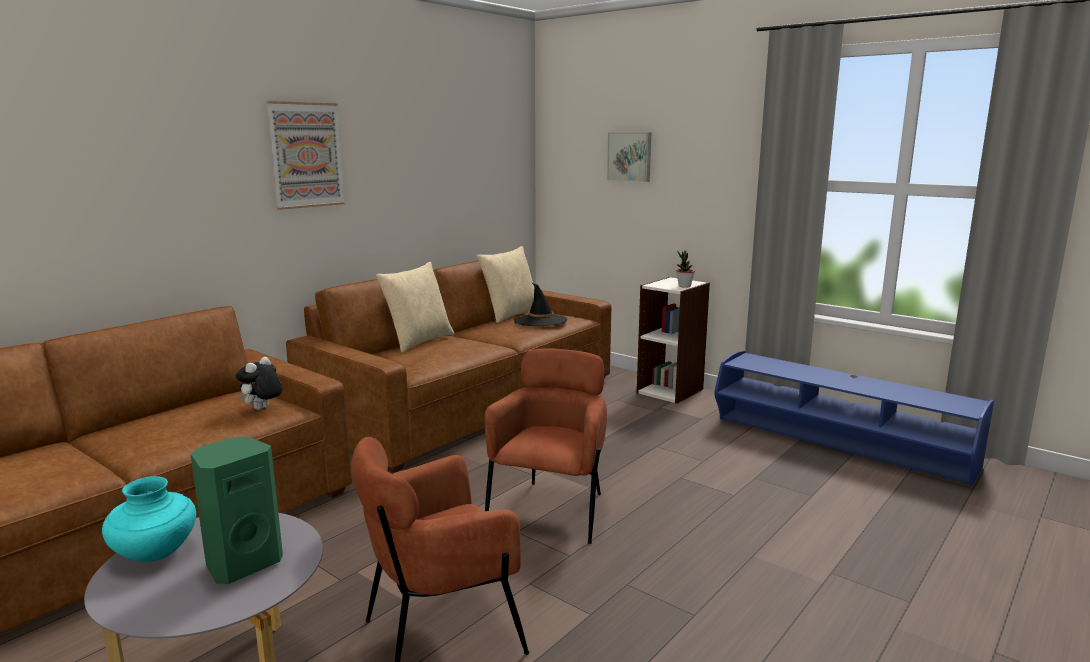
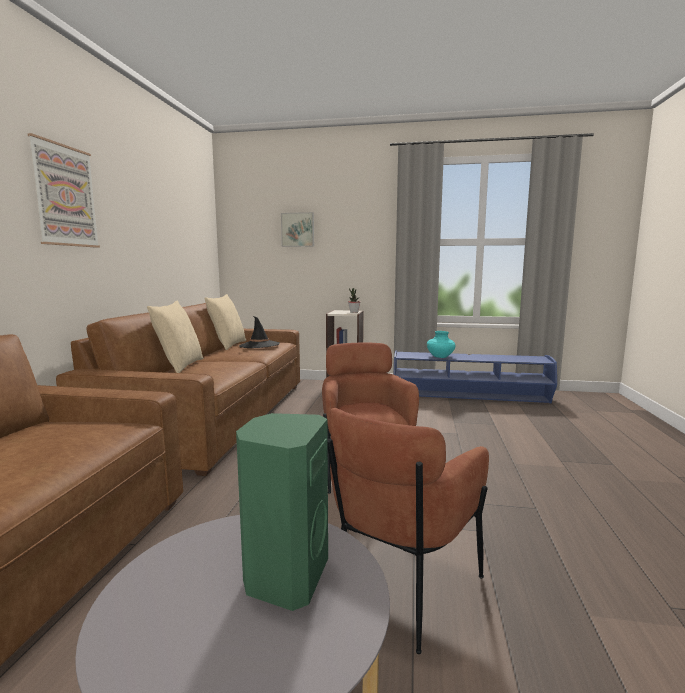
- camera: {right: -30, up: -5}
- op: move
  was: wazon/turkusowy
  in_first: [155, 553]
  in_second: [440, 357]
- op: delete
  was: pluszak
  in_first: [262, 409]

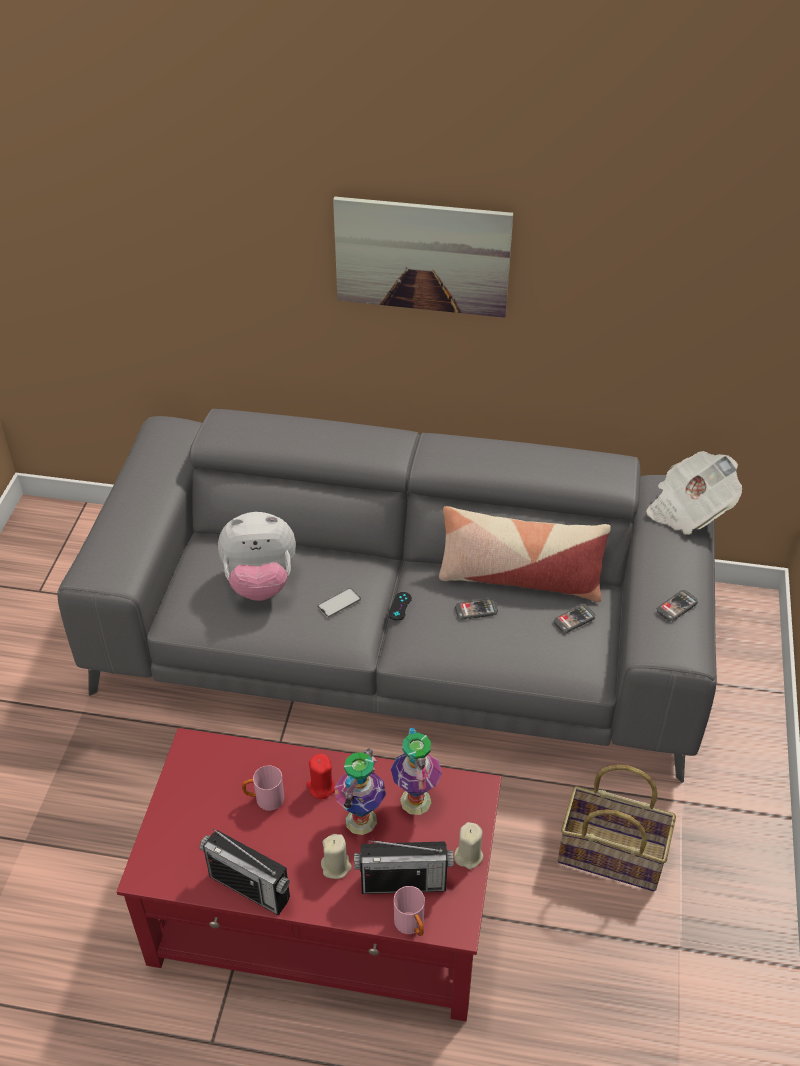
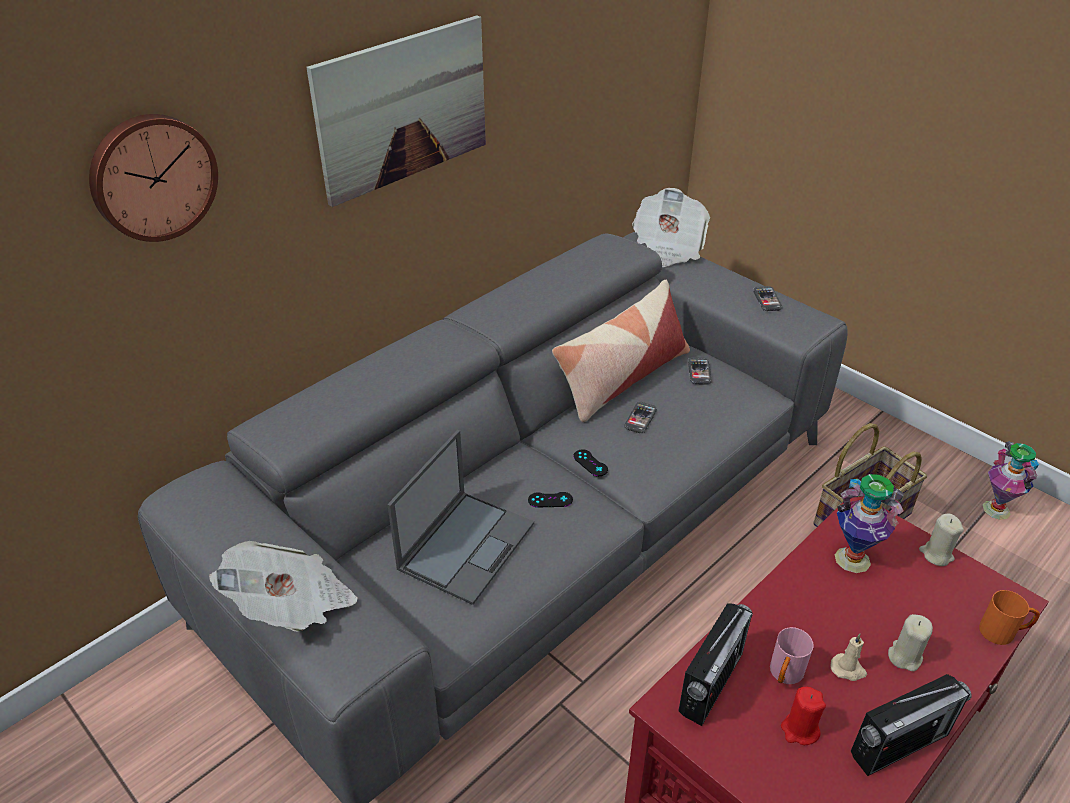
- camera: {right: -55, up: -5}
- op: insert
  now: zegar ścienny
  in_second: [152, 176]
- op: insert
  now: gazeta
  in_second: [292, 606]
- op: replace
  was: pluszak
  now: laptop
  in_first: [260, 583]
  in_second: [467, 545]
- op: replace
  was: telefon
  now: pad do gier/czarny
  in_first: [339, 603]
  in_second: [550, 500]
- op: move
  was: radio
  in_first: [403, 883]
  in_second: [711, 683]
- op: move
  was: świeca/czerwony
  in_first: [321, 787]
  in_second: [799, 730]
- op: insert
  now: świeca/beżowy
  in_second: [848, 669]
- op: recolor
  was: kubek/różowy
  now: kubek/pomarańczowy
  in_first: [412, 926]
  in_second: [1003, 632]
- op: move
  was: wazon
  in_first: [361, 821]
  in_second: [997, 509]

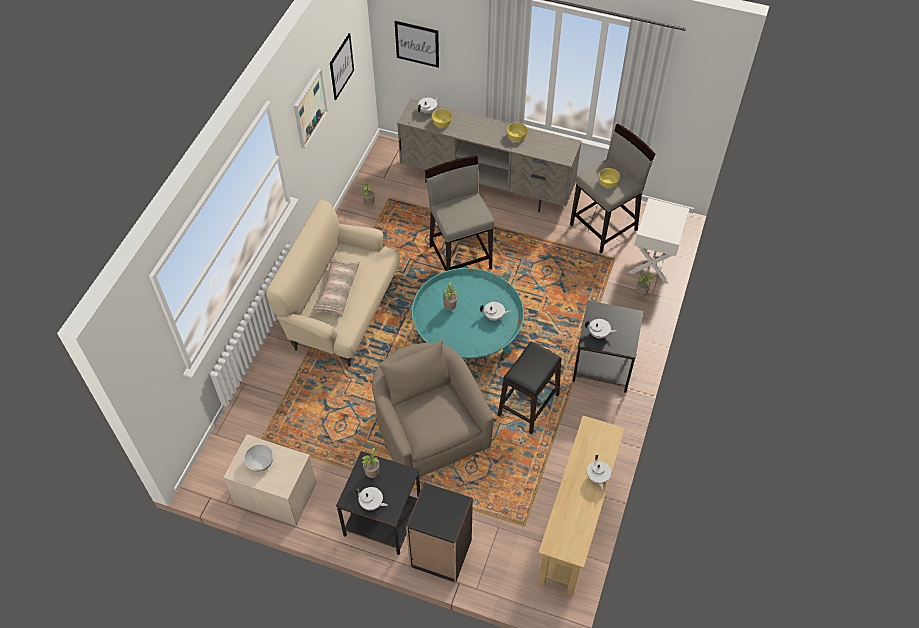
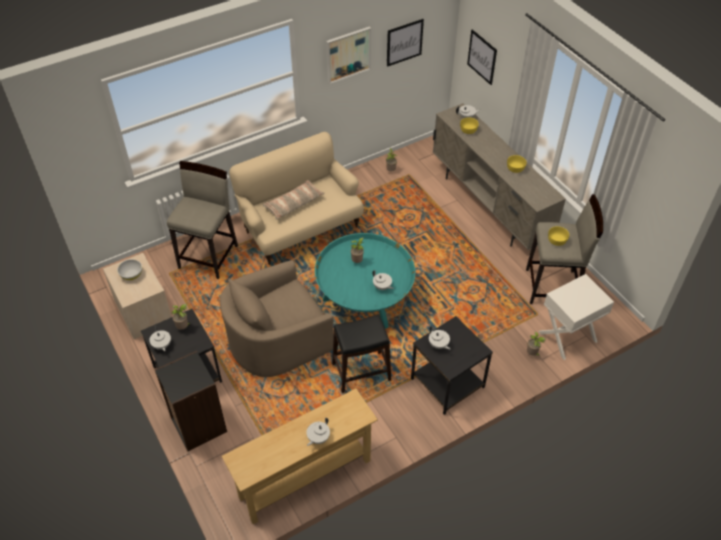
- camera: {right: 40, up: -5}
- op: move
  was: stołek/beżowy
  in_first: [460, 256]
  in_second: [209, 257]
- op: rotate
  was: fotel/beżowy
  in_first: [429, 429]
  in_second: [277, 339]
  clockwise: -135

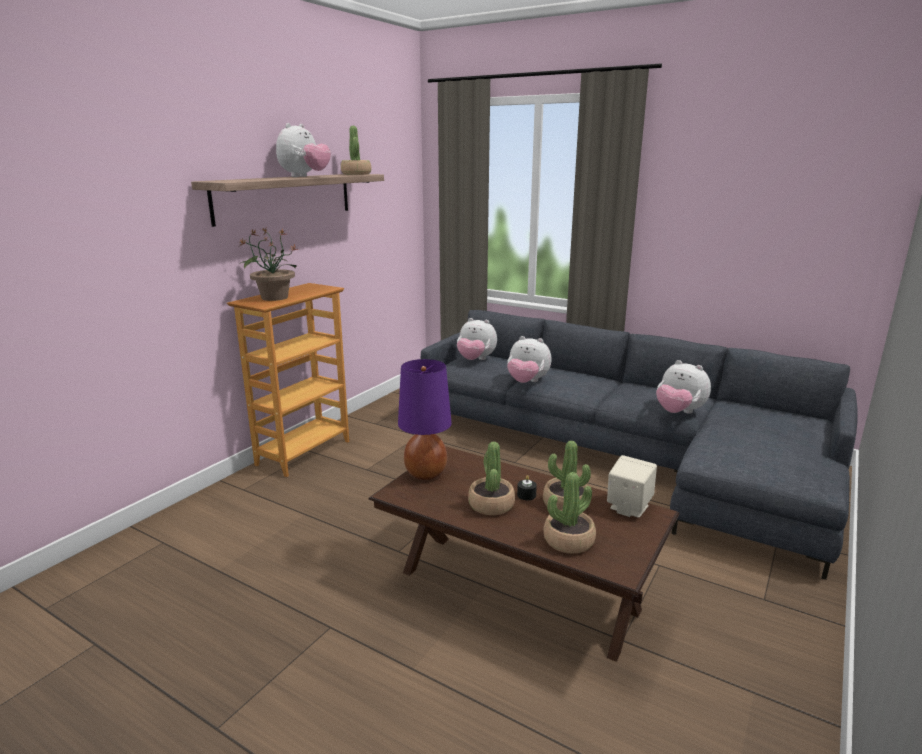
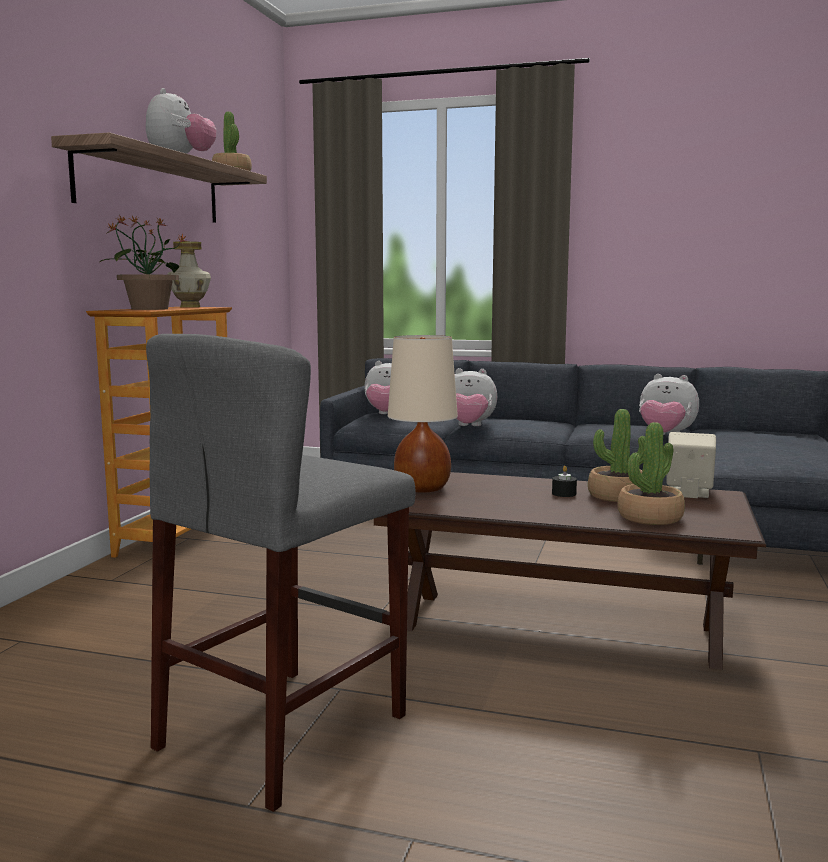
- camera: {right: -15, up: -10}
- op: insert
  now: stołek/szary
  in_second: [285, 731]
- op: insert
  now: wazon
  in_second: [189, 307]
- op: recolor
  was: lampa stołowa/fioletowy
  now: lampa stołowa/beżowy
  in_first: [426, 474]
  in_second: [423, 489]
- op: delete
  was: roślina doniczkowa
  in_first: [491, 505]

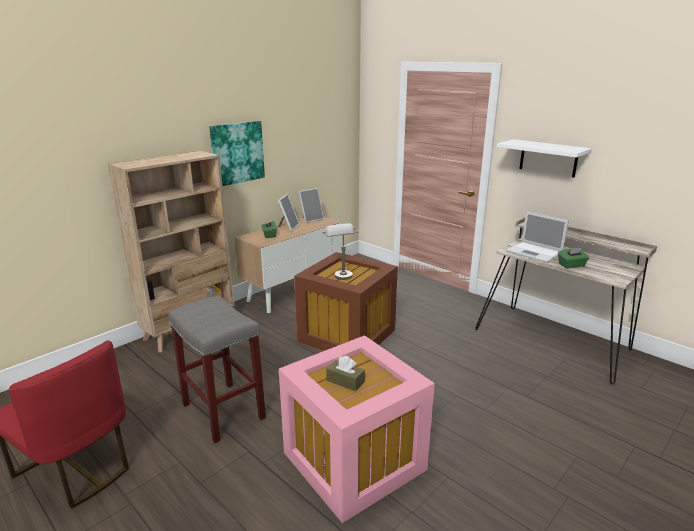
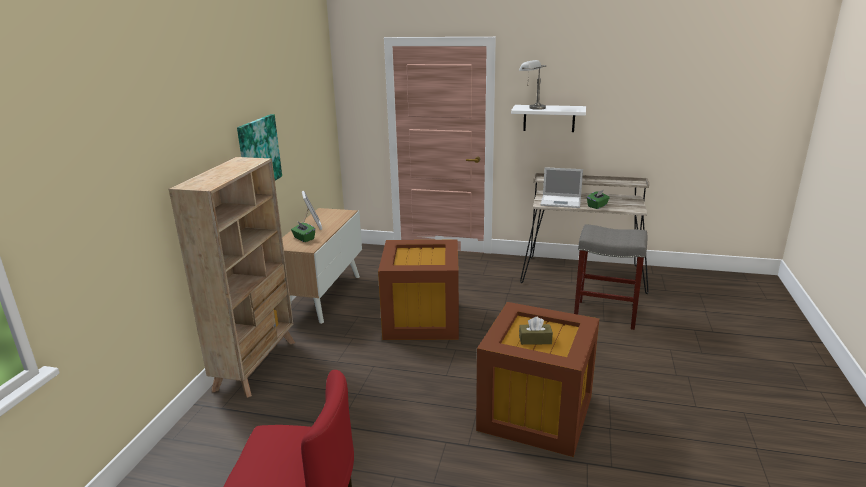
- camera: {right: -30, up: 0}
- op: recolor
  was: pojemnik do przechowywania/różowy
  now: pojemnik do przechowywania/brązowy
  in_first: [351, 460]
  in_second: [533, 413]
- op: move
  was: lampa stołowa/szary
  in_first: [340, 273]
  in_second: [532, 107]
- op: move
  was: stołek/szary
  in_first: [222, 411]
  in_second: [604, 314]
- op: delete
  was: ramka na zdjęcie
  in_first: [311, 219]

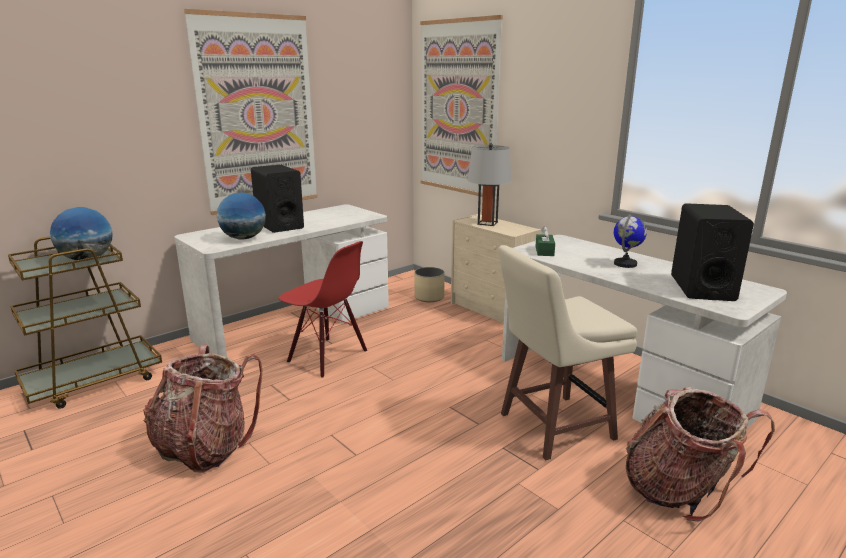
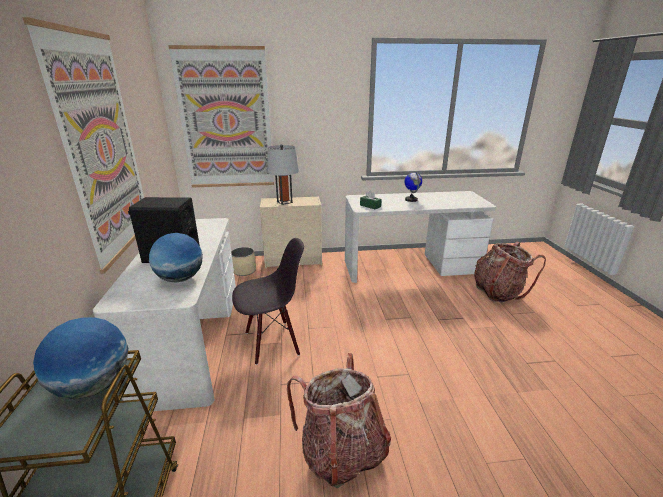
- camera: {right: -55, up: 5}
- op: recolor
  was: krzesło/czerwony
  now: krzesło/czarny
  in_first: [327, 357]
  in_second: [272, 342]
- op: delete
  was: stołek/beżowy
  in_first: [553, 426]
- op: delete
  was: głośnik/czarny
  in_first: [702, 288]

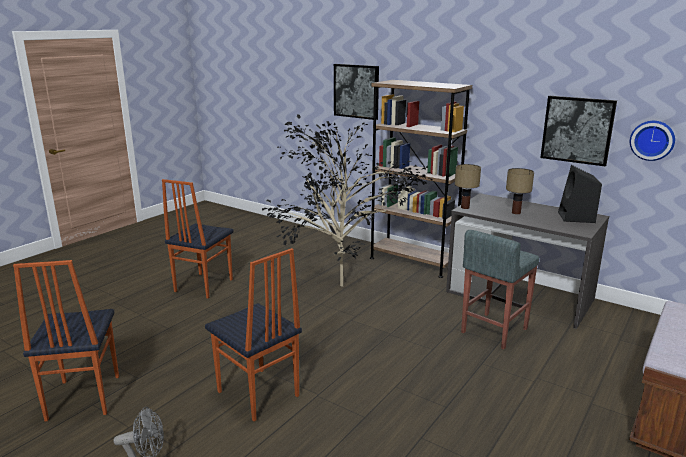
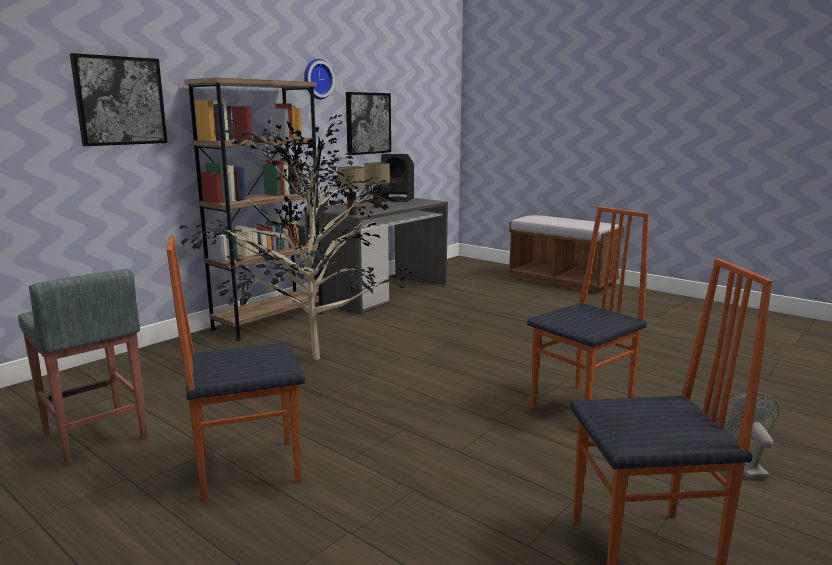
- camera: {right: -85, up: -5}
- op: move
  was: stołek/szary
  in_first: [493, 331]
  in_second: [95, 437]
- op: rotate
  was: krzesło
  in_first: [202, 285]
  in_second: [247, 468]
  clockwise: 135
- op: move
  was: zegar ścienny
  in_first: [652, 140]
  in_second: [317, 79]

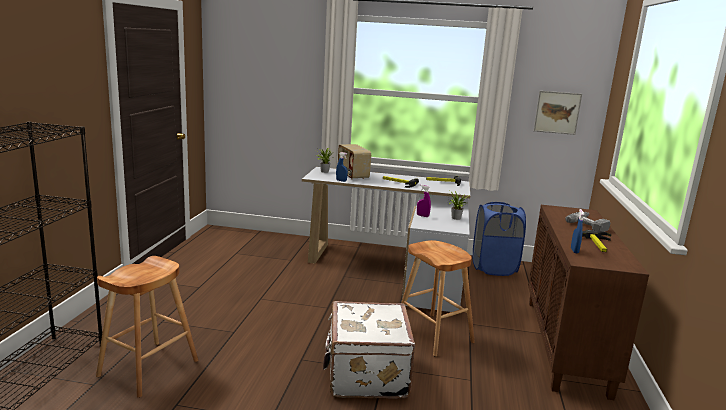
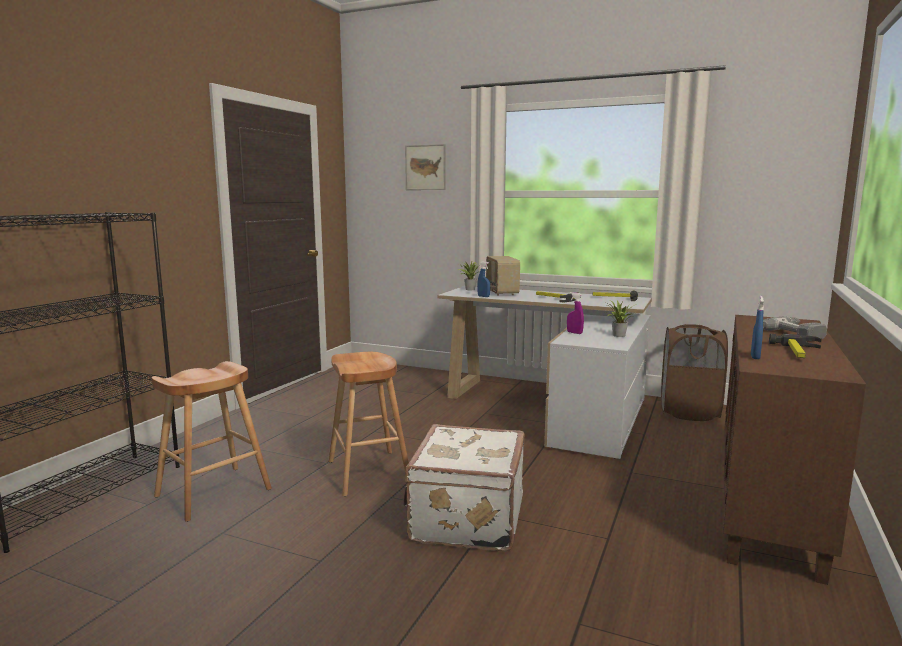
- camera: {right: 15, up: -5}
- op: move
  was: stołek/brązowy
  in_first: [433, 334]
  in_second: [368, 472]
- op: move
  was: obraz
  in_first: [557, 112]
  in_second: [425, 167]
- op: recolor
  was: kosz na pranie/niebieski
  now: kosz na pranie/brązowy
  in_first: [494, 268]
  in_second: [689, 412]

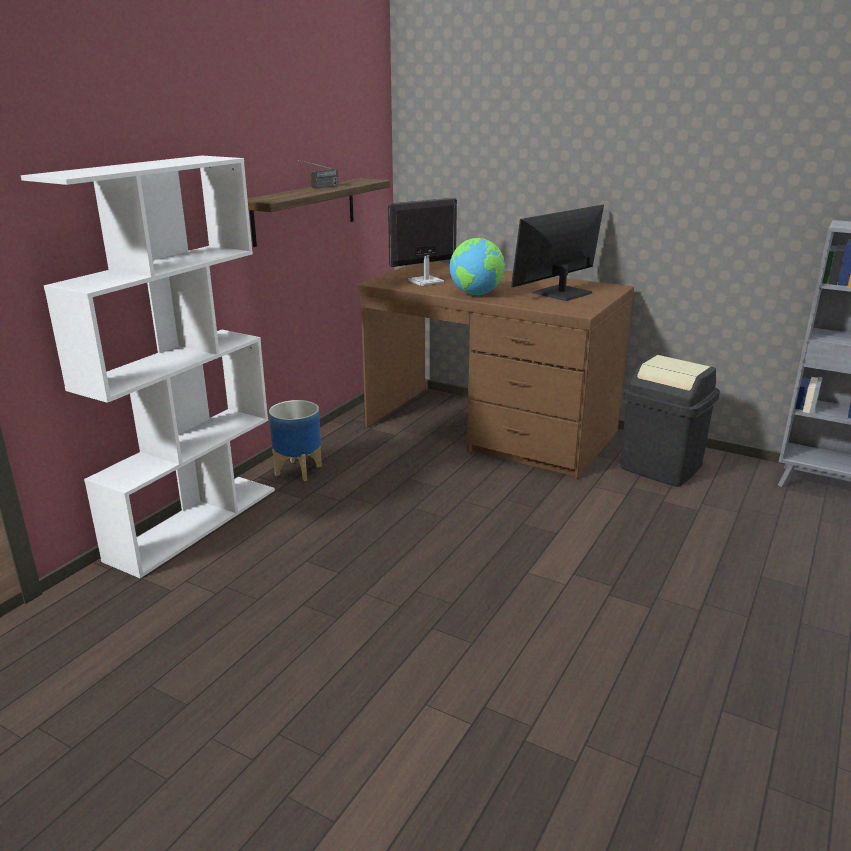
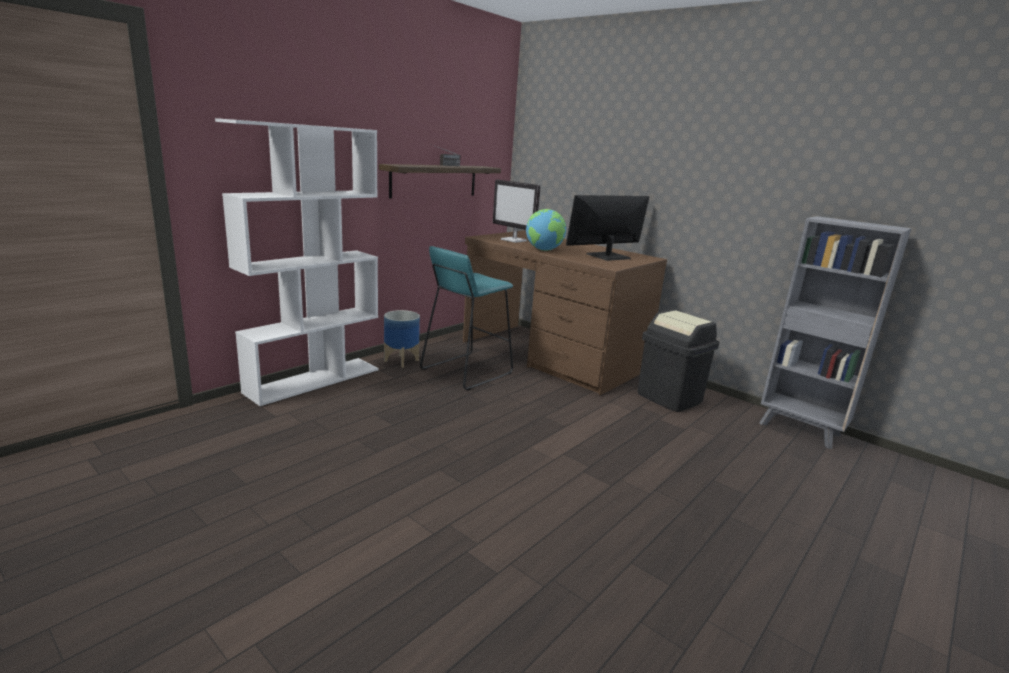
- camera: {right: 10, up: -5}
- op: insert
  now: stołek/turkusowy
  in_second: [465, 371]
- op: rotate
  was: monitor
  in_first: [425, 281]
  in_second: [514, 240]
  clockwise: -120

